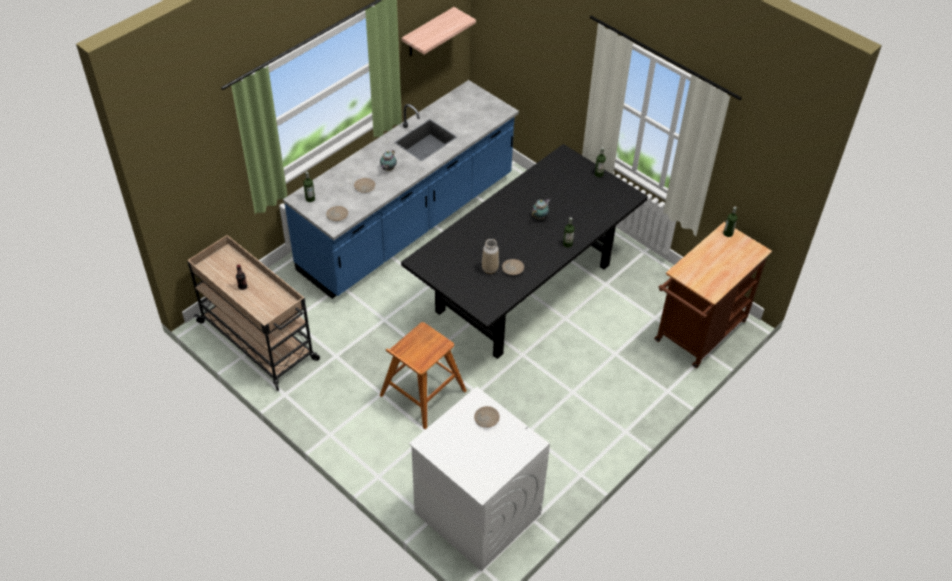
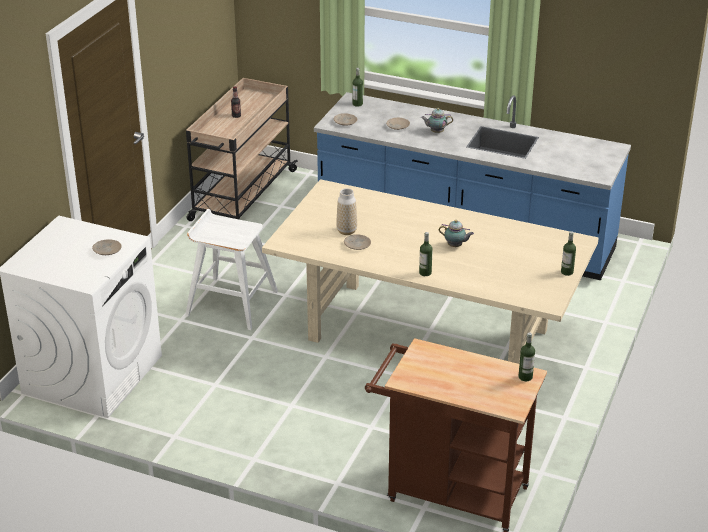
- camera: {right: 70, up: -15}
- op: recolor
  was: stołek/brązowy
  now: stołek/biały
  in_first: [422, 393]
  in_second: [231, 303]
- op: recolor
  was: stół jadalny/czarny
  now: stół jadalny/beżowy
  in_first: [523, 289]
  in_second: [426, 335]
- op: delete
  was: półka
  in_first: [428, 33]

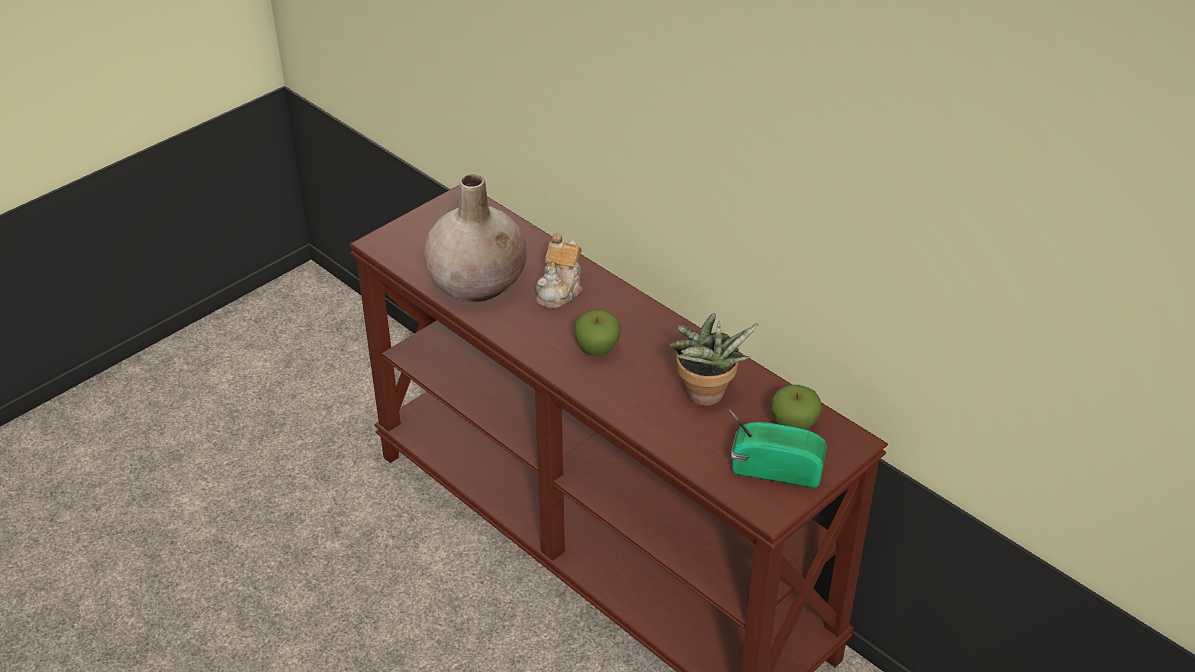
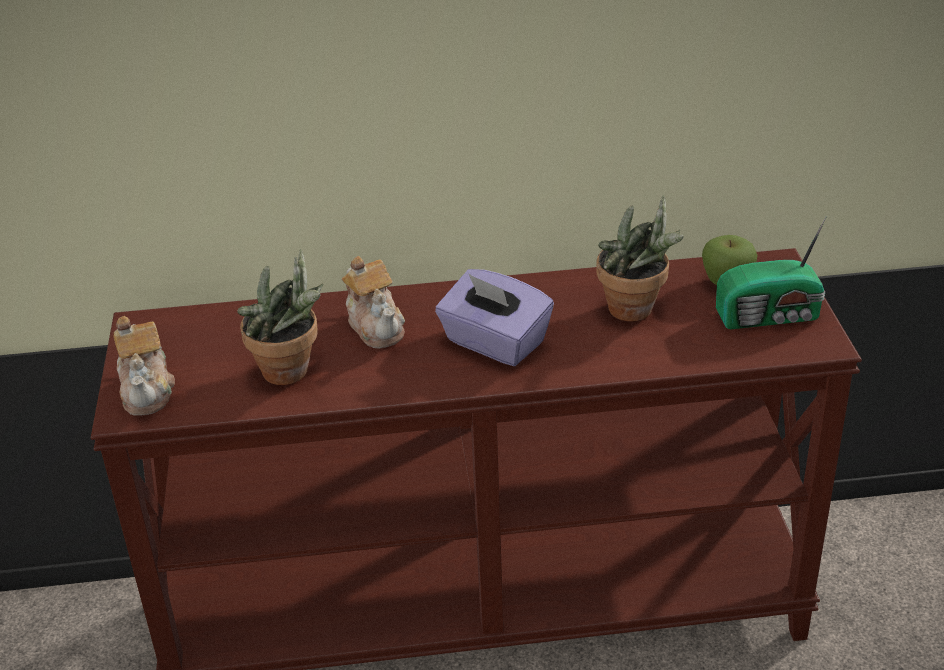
- camera: {right: -50, up: -5}
- op: insert
  now: imbryk
  in_second: [147, 390]
- op: replace
  was: wazon/beżowy
  now: roślina doniczkowa
  in_first: [478, 283]
  in_second: [292, 373]
- op: replace
  was: jabłko
  now: pudełko chusteczek/fioletowy
  in_first: [597, 350]
  in_second: [494, 343]
- op: rotate
  was: radio
  in_first: [774, 468]
  in_second: [771, 316]
  clockwise: -150

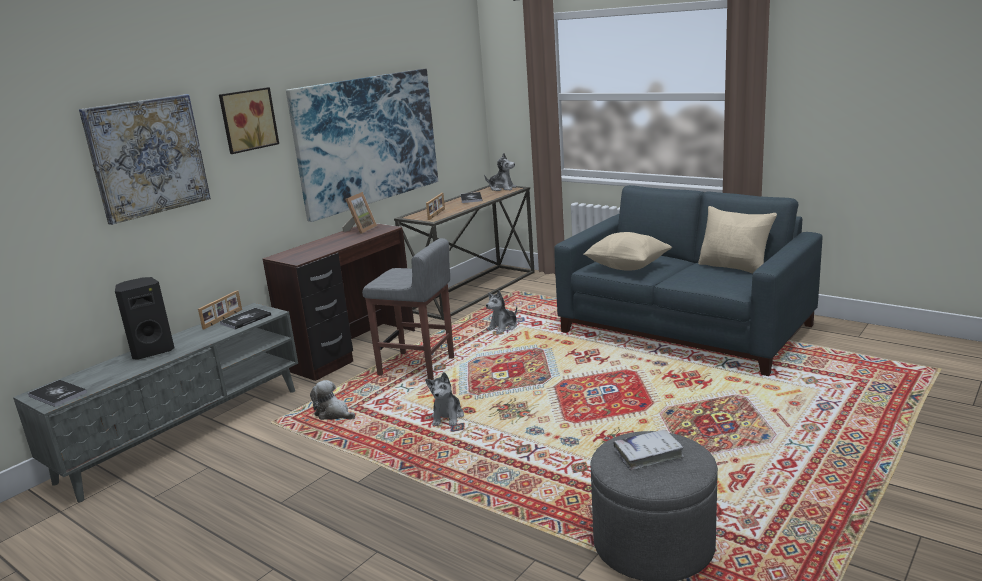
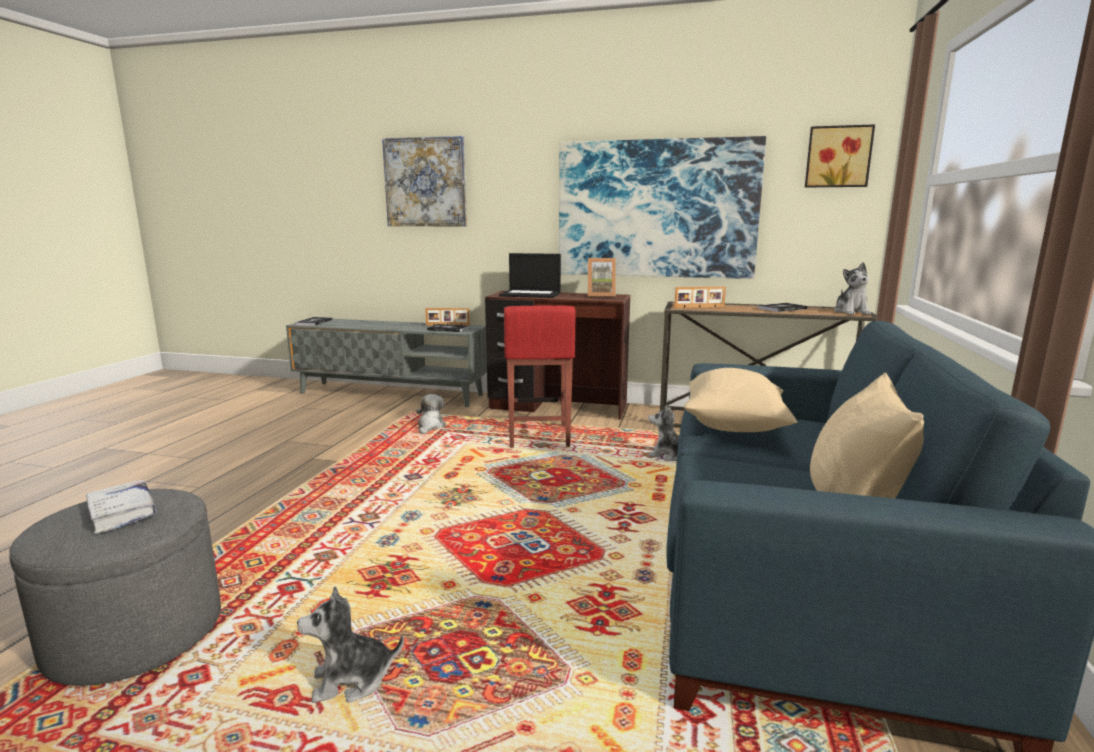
- camera: {right: 65, up: -5}
- op: move
  was: pluszak
  in_first: [447, 417]
  in_second: [351, 680]
- op: insert
  now: laptop
  in_second: [531, 294]
- op: recolor
  was: stołek/szary
  now: stołek/czerwony
  in_first: [417, 367]
  in_second: [538, 436]
- op: move
  was: obraz
  in_first: [247, 120]
  in_second: [838, 157]
- op: delete
  was: głośnik/czarny
  in_first: [152, 351]

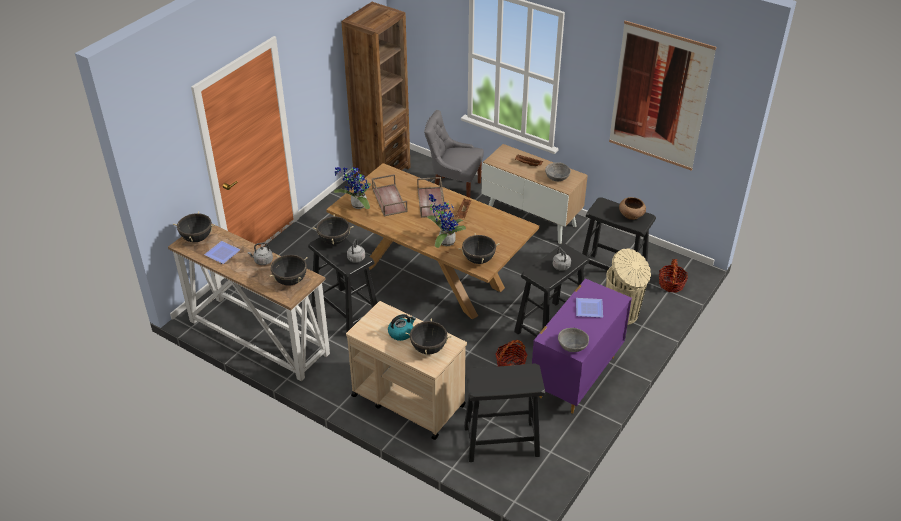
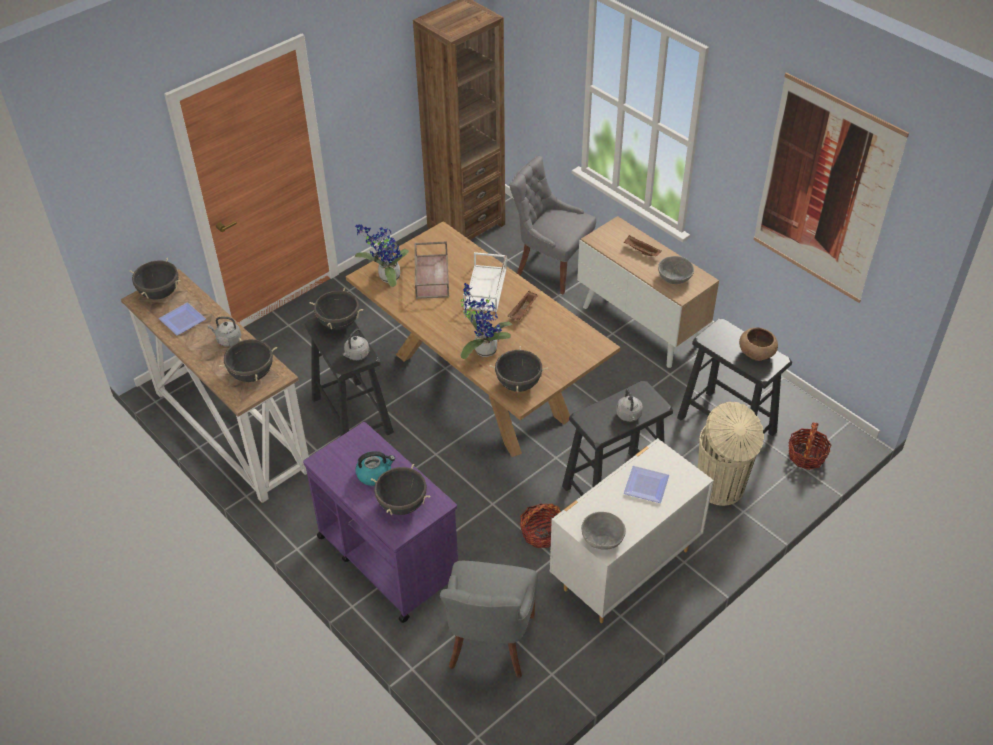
- camera: {right: 15, up: 5}
- op: recolor
  was: wózek/beżowy
  now: wózek/fioletowy
  in_first: [407, 400]
  in_second: [387, 557]
- op: replace
  was: stołek/czarny
  now: krzesło/szary
  in_first: [501, 441]
  in_second: [490, 643]
- op: recolor
  was: taca/brązowy
  now: taca/biały
  in_first: [431, 202]
  in_second: [486, 289]
- op: recolor
  was: komoda/fioletowy
  now: komoda/biały
  in_first: [575, 377]
  in_second: [624, 570]

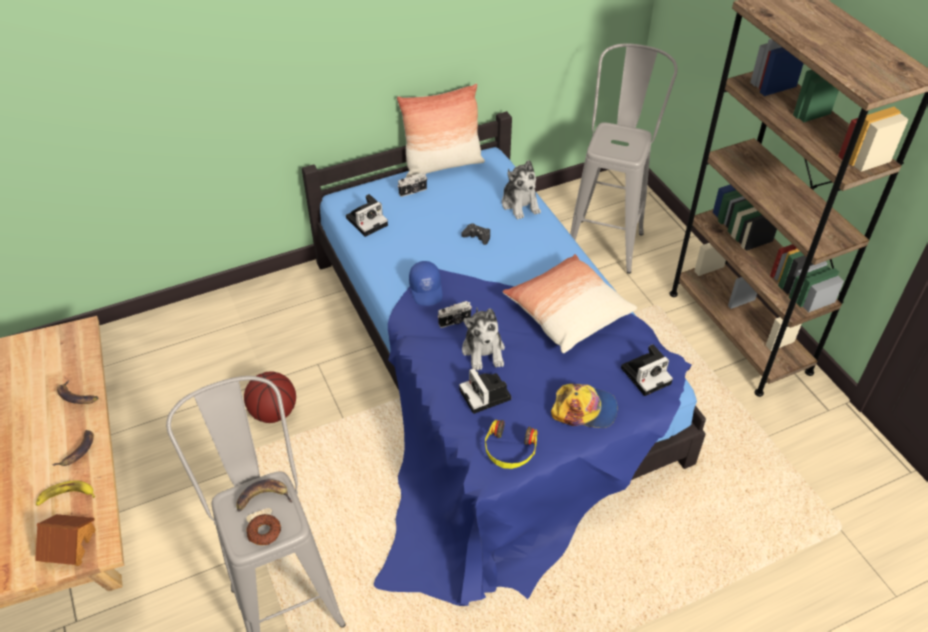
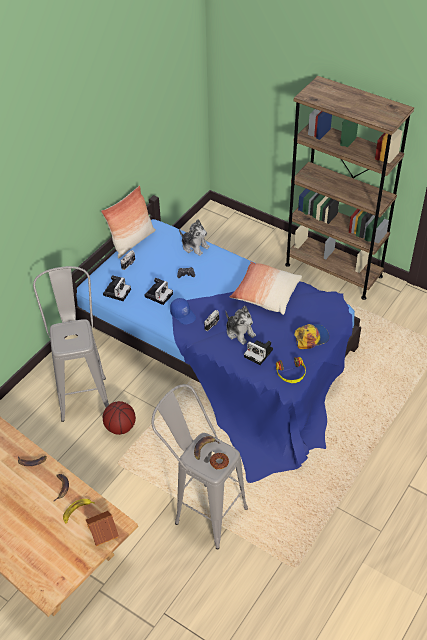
- camera: {right: -30, up: 0}
- op: move
  was: stołek/szary
  in_first: [607, 237]
  in_second: [83, 391]
- op: move
  was: aparat fotograficzny
  in_first: [647, 374]
  in_second: [159, 294]

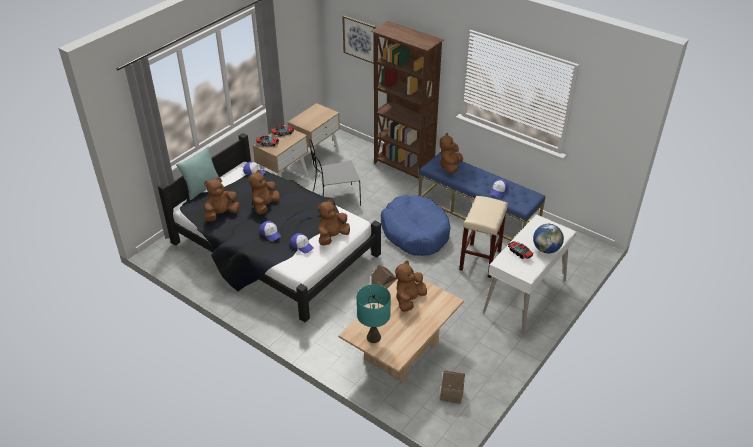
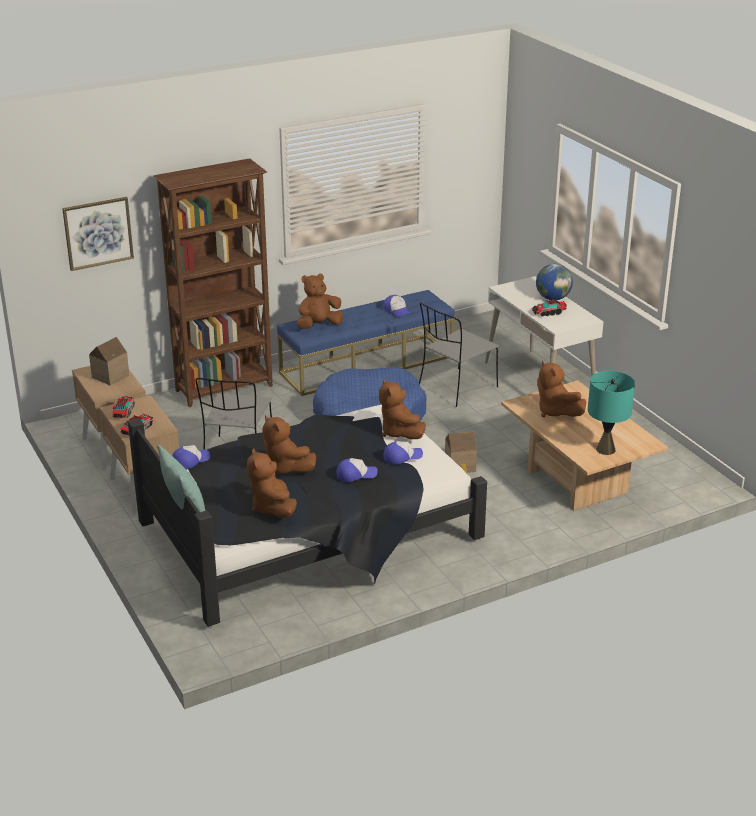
- camera: {right: -65, up: -10}
- op: move
  was: domek
  in_first: [451, 392]
  in_second: [109, 376]
- op: rotate
  was: pluszak/brązowy
  in_first: [450, 167]
  in_second: [318, 325]
  clockwise: 105
- op: replace
  was: stołek/beżowy
  now: krzesło/szary
  in_first: [480, 259]
  in_second: [456, 388]

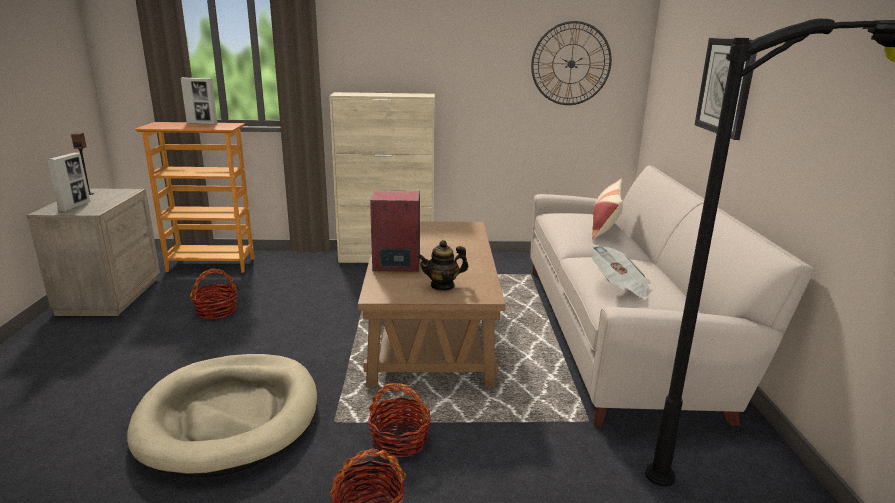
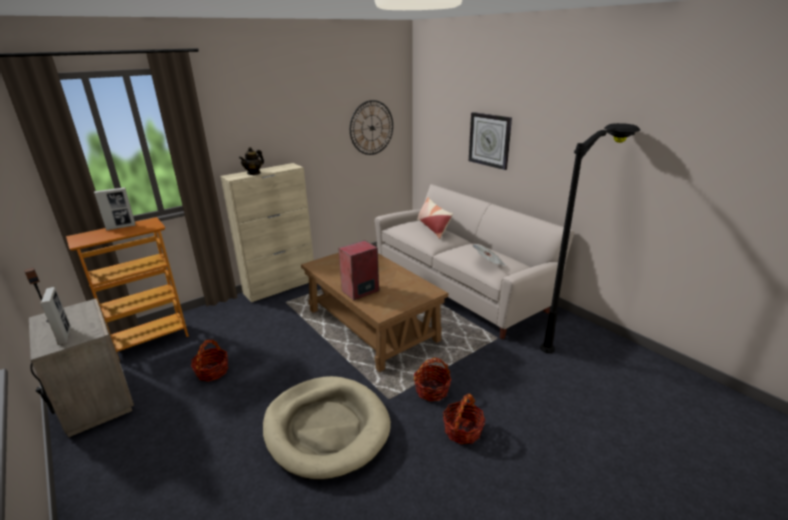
- camera: {right: -35, up: 5}
- op: move
  was: imbryk
  in_first: [442, 285]
  in_second: [254, 173]

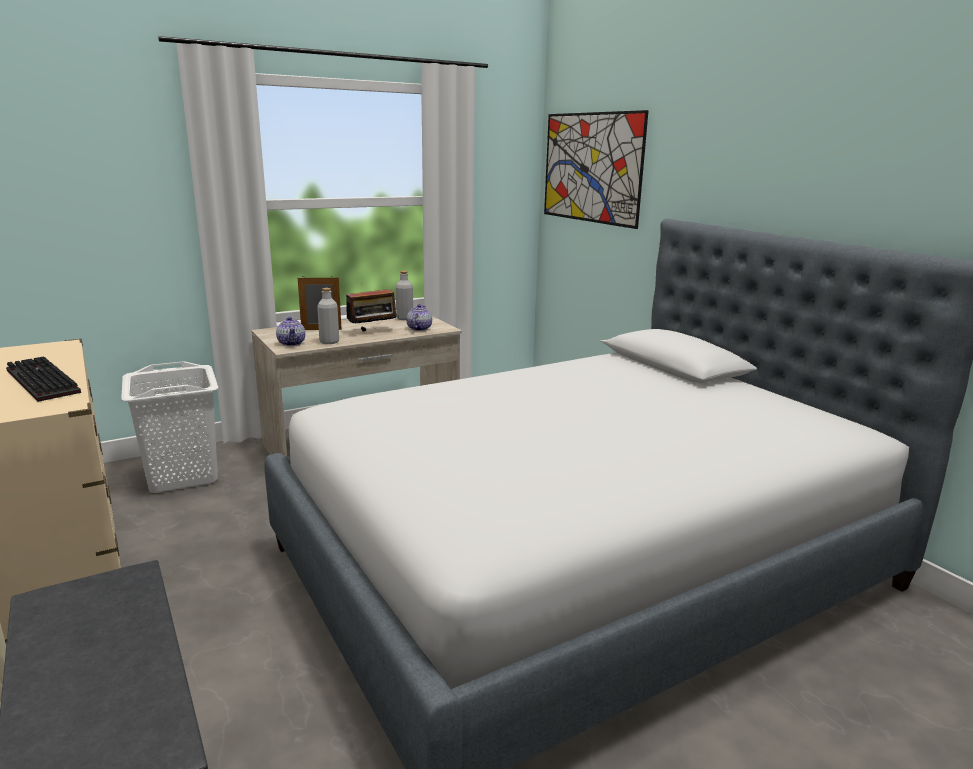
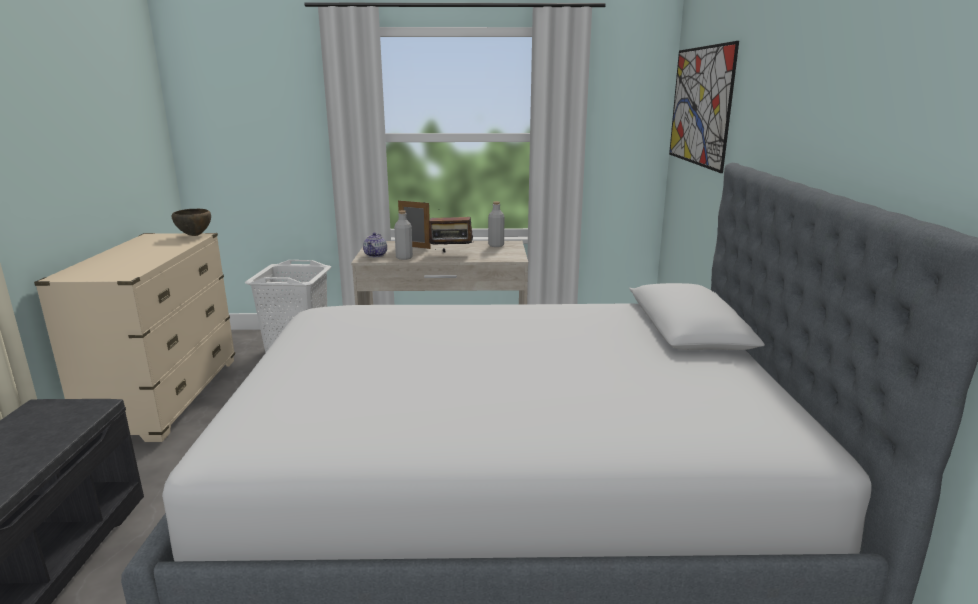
- camera: {right: 30, up: 0}
- op: insert
  now: miska/brązowy
  in_second: [195, 235]
- op: delete
  was: klawiatura
  in_first: [39, 381]
- op: delete
  was: imbryk
  in_first: [419, 328]

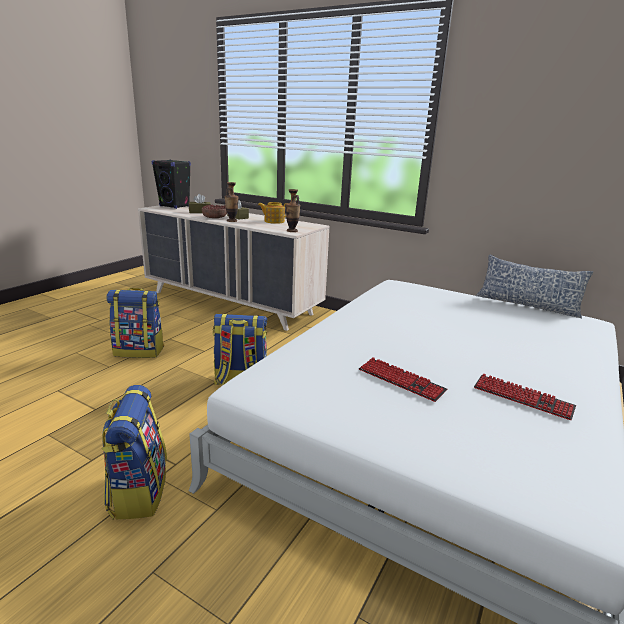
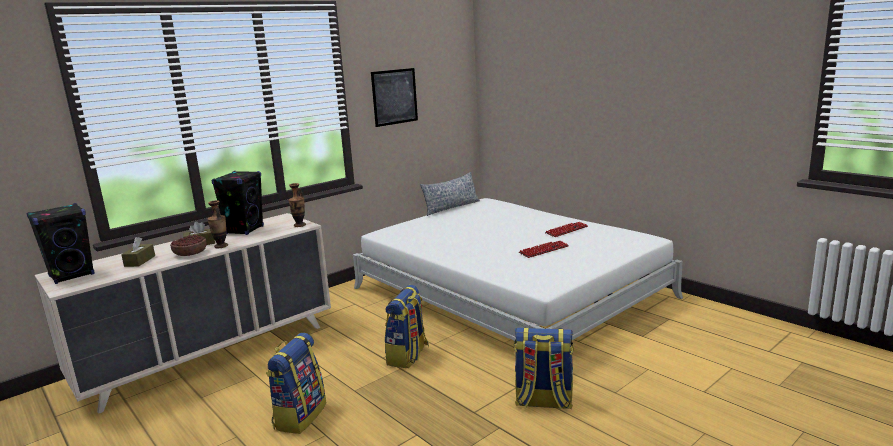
- camera: {right: -70, up: -5}
- op: replace
  was: imbryk
  now: głośnik/czarny
  in_first: [273, 221]
  in_second: [244, 230]
- op: insert
  now: obraz
  in_second: [394, 97]

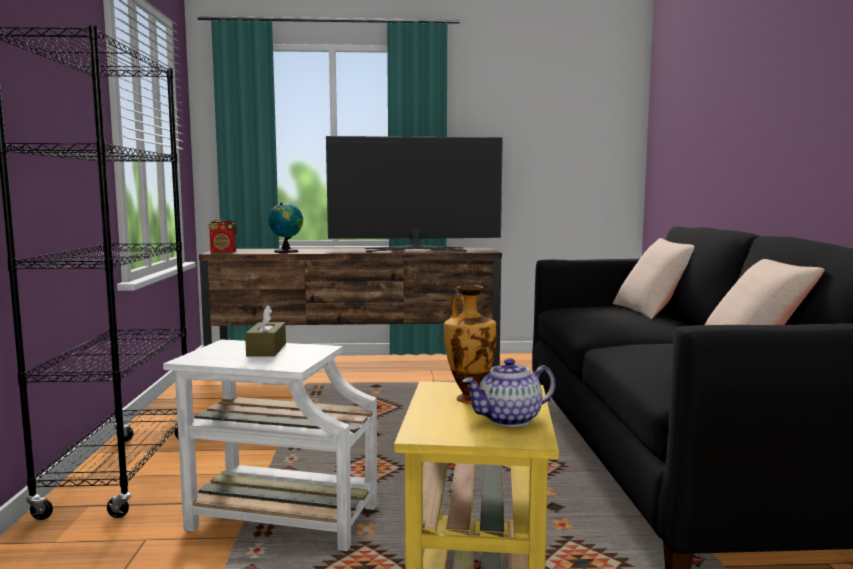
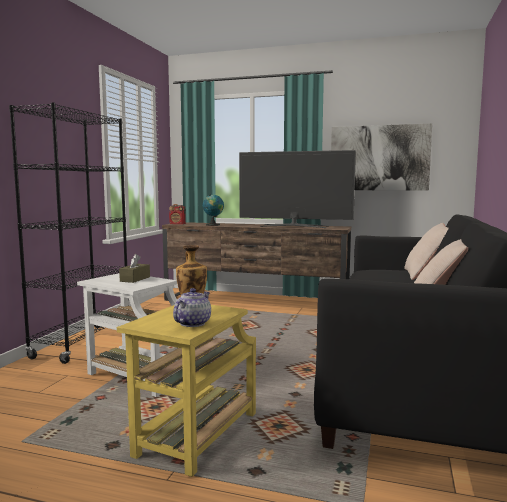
- camera: {right: 20, up: 0}
- op: rotate
  was: imbryk
  in_first: [509, 419]
  in_second: [192, 323]
  clockwise: 120
- op: insert
  now: obraz
  in_second: [379, 158]

